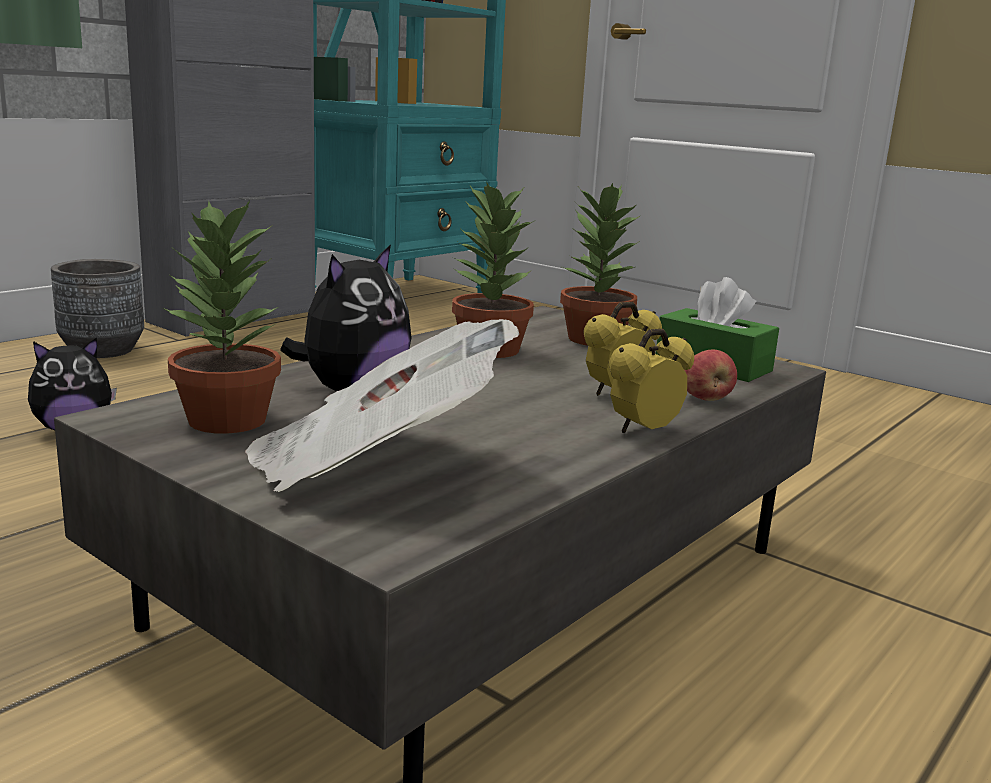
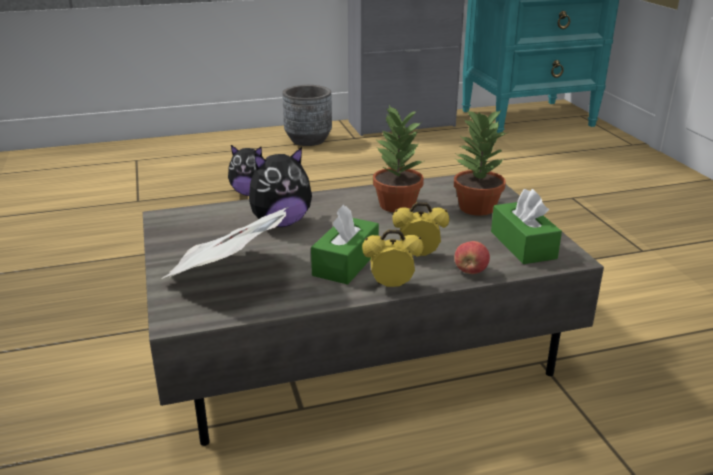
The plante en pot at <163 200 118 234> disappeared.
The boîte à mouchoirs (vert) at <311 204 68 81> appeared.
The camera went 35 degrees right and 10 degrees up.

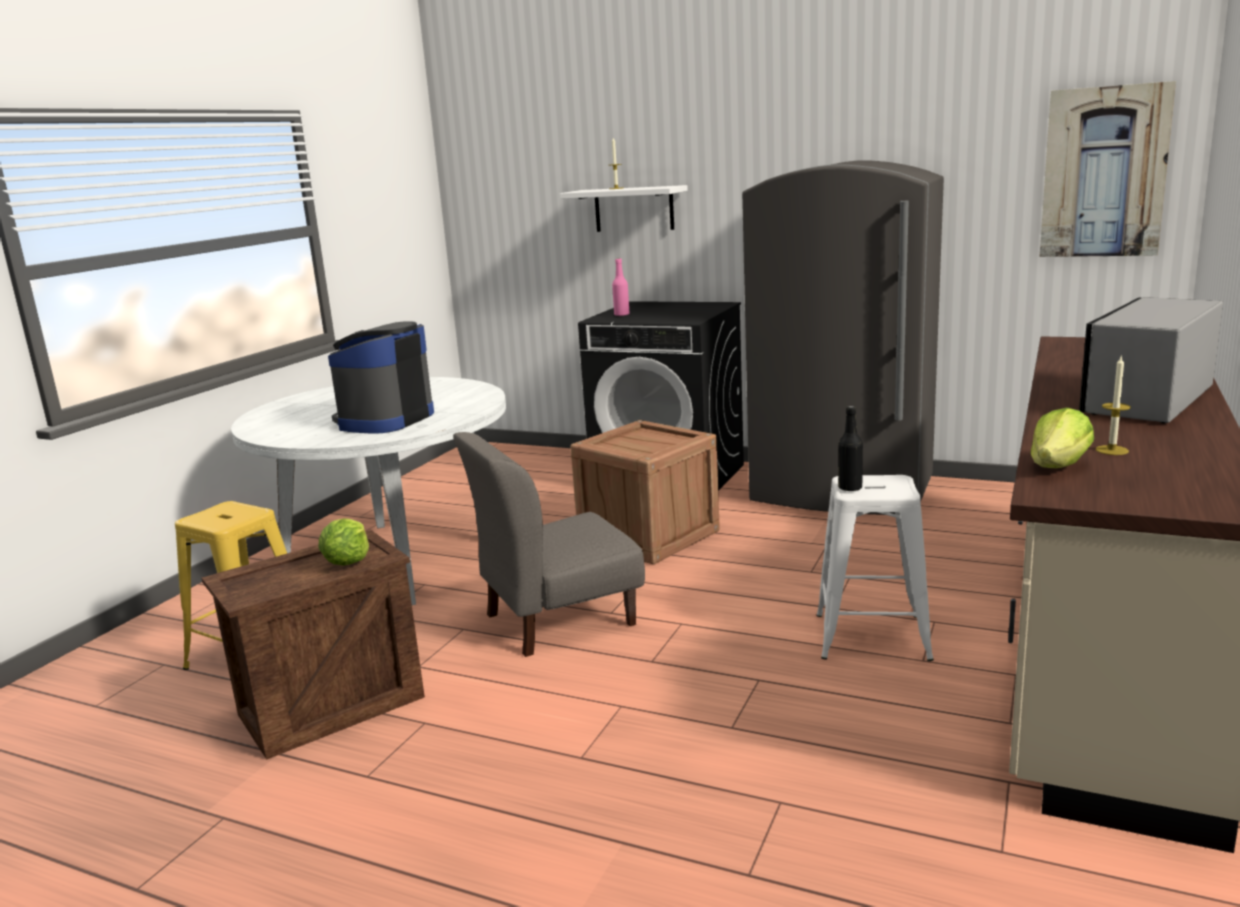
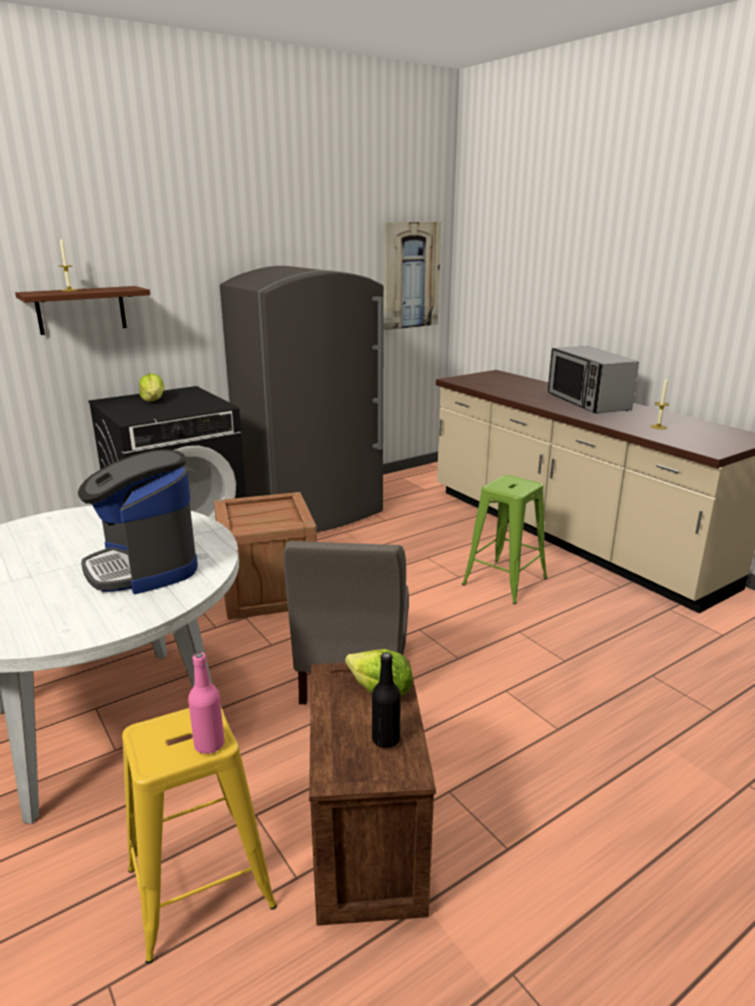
The étagère (blanc) at <560 185 128 47> became the étagère (marron) at <15 286 135 49>.
The bouteille (rose) moved from <612 258 17 58> to <188 652 36 102>.
The bouteille (noir) moved from <838 406 25 85> to <372 652 29 96>.
The laitue moved from <1031 408 63 60> to <139 373 26 29>.
The tabouret (blanc) at <816 475 118 186> became the tabouret (vert) at <462 475 85 129>.
The camera went 60 degrees left and 5 degrees up.

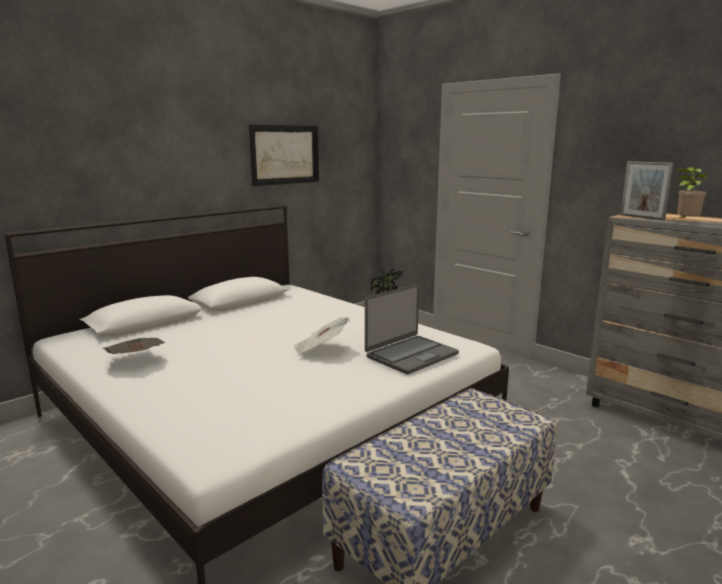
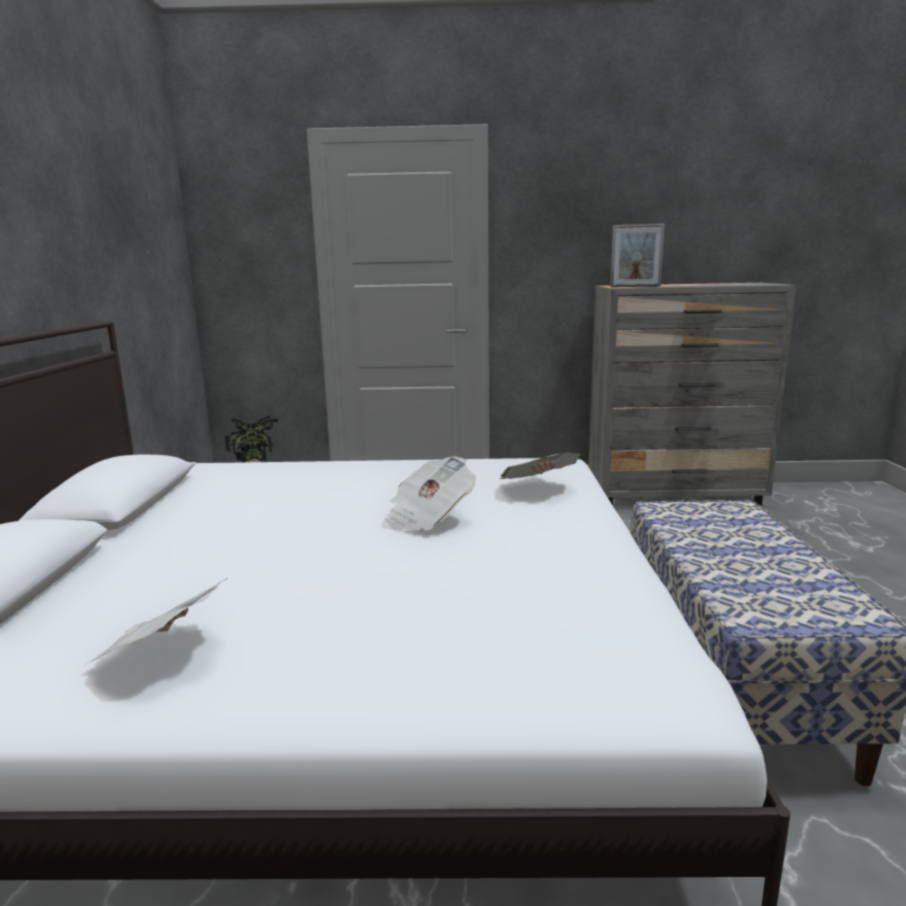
The tableau at <249 125 70 61> disappeared.
The plante en pot at <671 167 36 54> disappeared.
The ordinateur portable at <365 284 94 91> was replaced by the journal at <499 452 82 27>.
The camera went 45 degrees left and 0 degrees up.

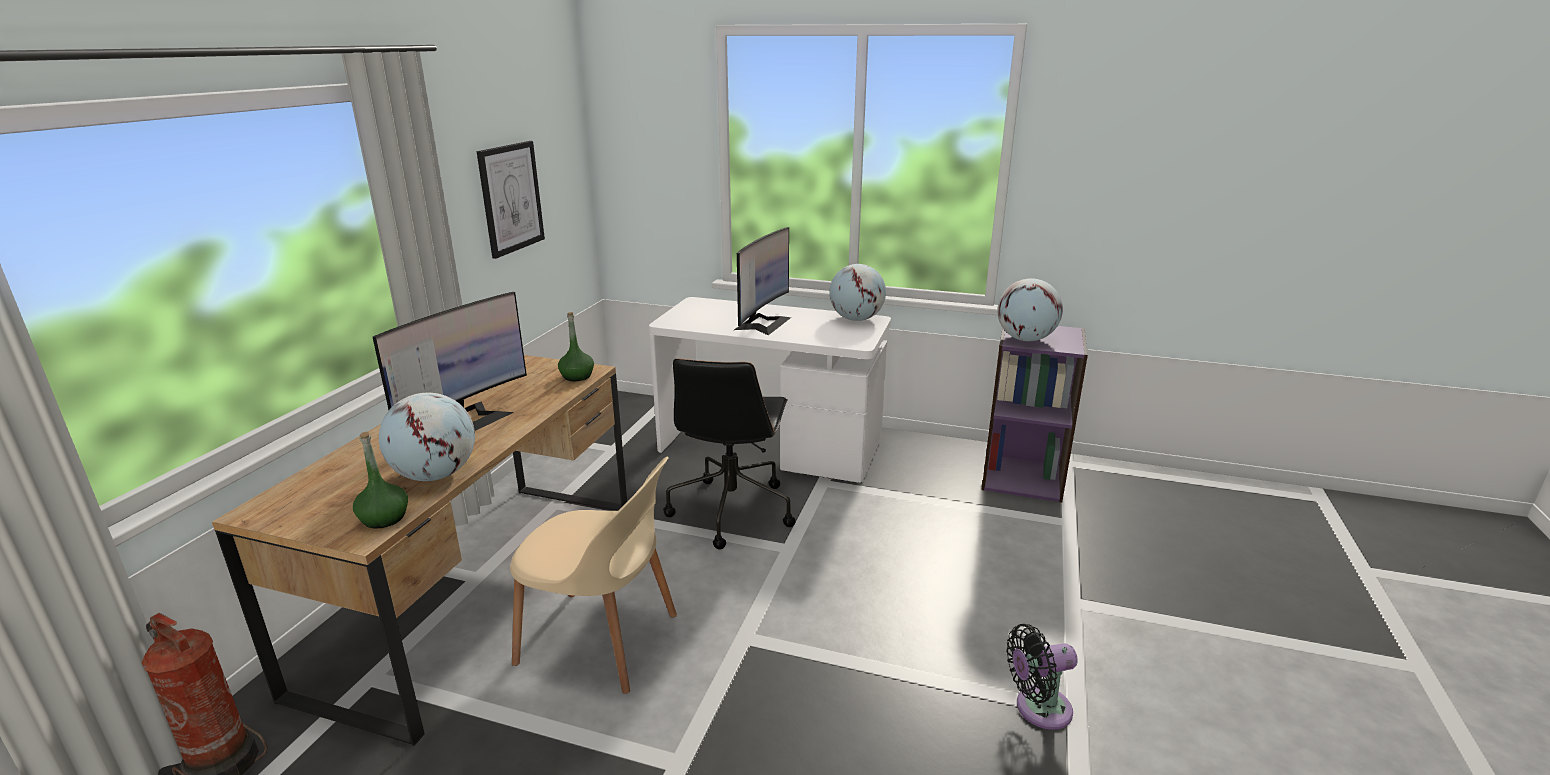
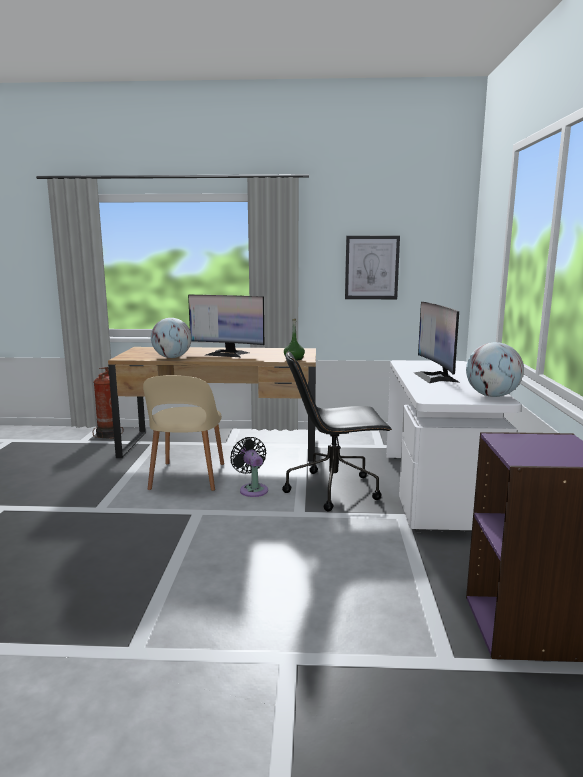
The écran d'ordinateur at <734 227 58 108> turned 75 degrees clockwise.
The globe at <997 278 66 63> disappeared.
The bouteille (vert) at <353 432 55 97> disappeared.
The ventilateur (noir) moved from <1006 624 72 106> to <230 437 38 60>.
The camera went 75 degrees right and 10 degrees down.

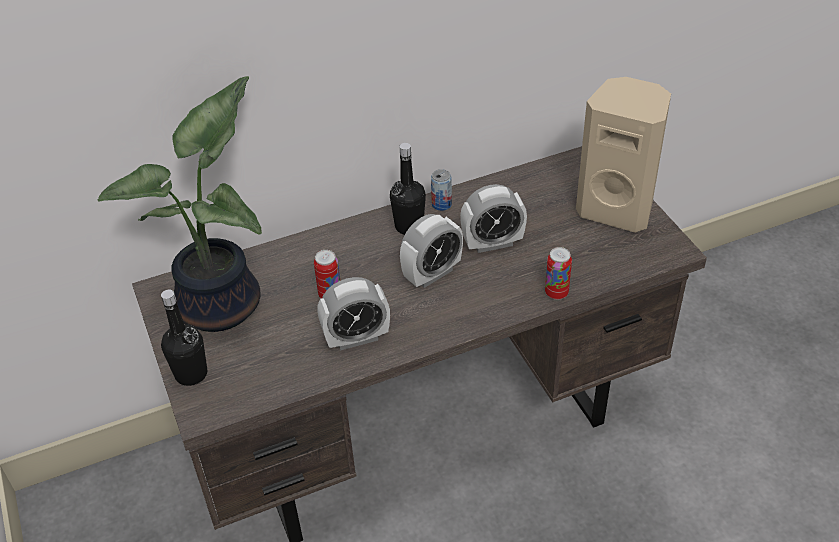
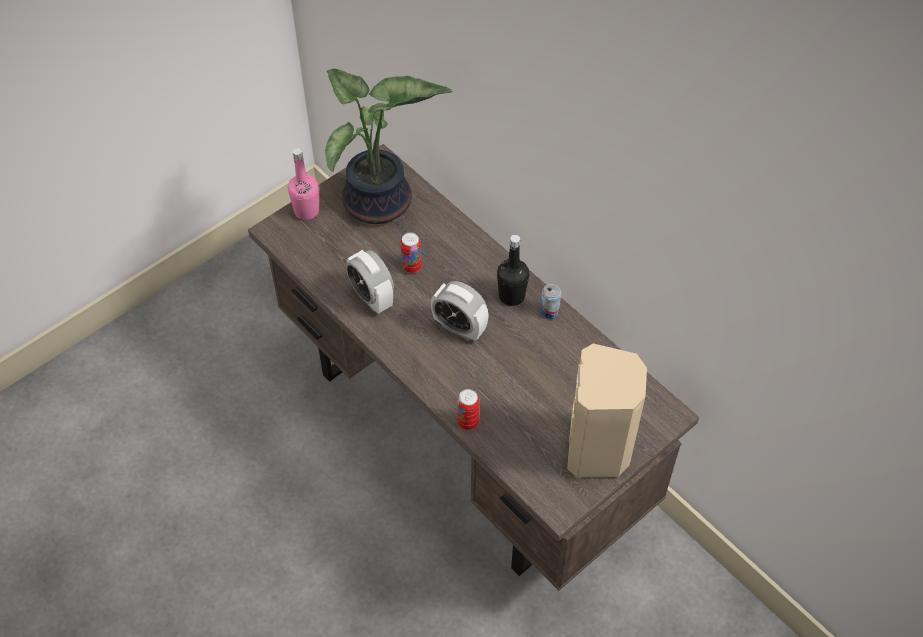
The réveil at <460 184 67 69> disappeared.
The bouteille (noir) at <161 289 46 97> became the bouteille (rose) at <288 148 31 72>.
The camera went 70 degrees right and 10 degrees up.

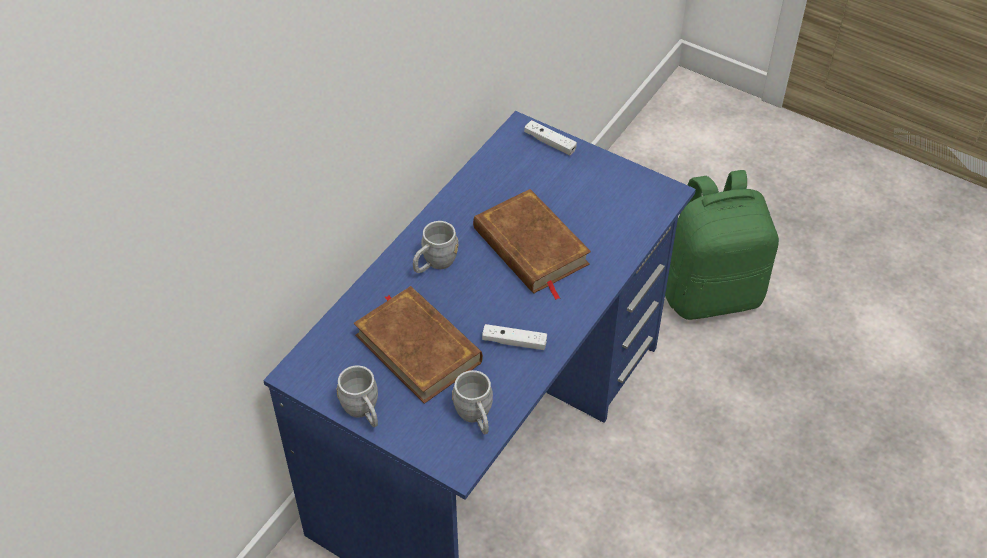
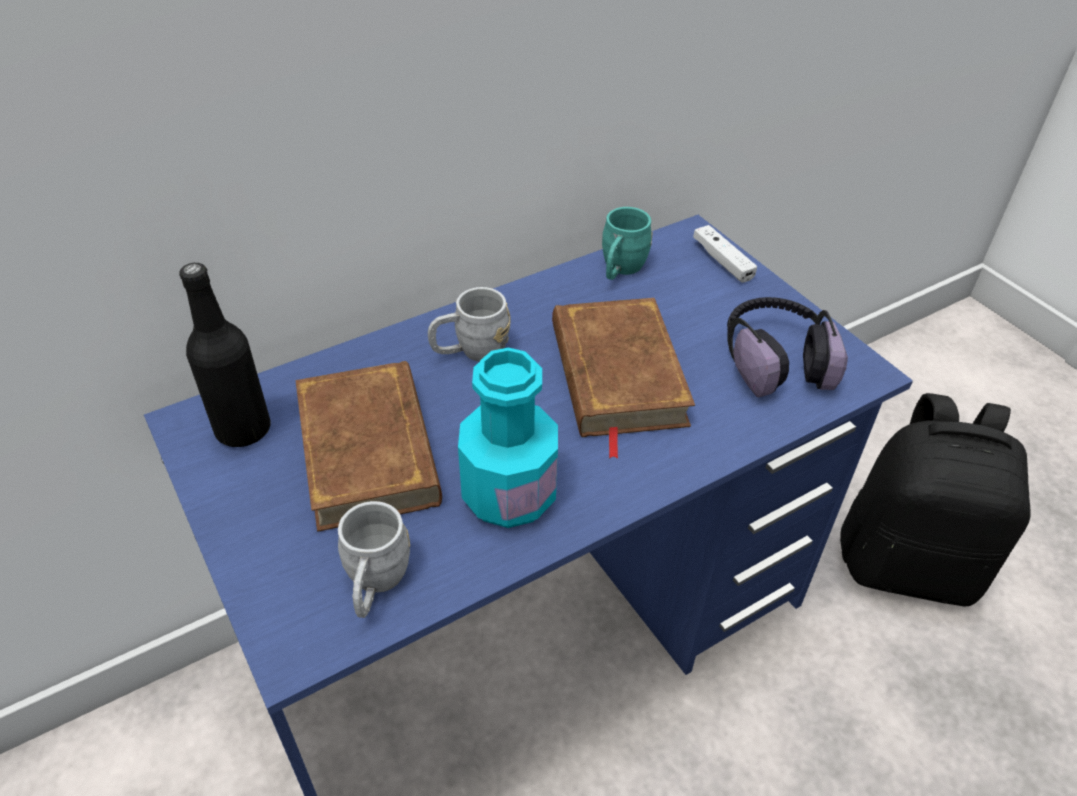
The sac à dos (vert) at <665 170 114 150> became the sac à dos (noir) at <840 393 191 213>.
The manette (blanc) at <482 324 65 26> was replaced by the bouteille (turquoise) at <458 347 100 181>.
The mug (gris) at <337 365 41 62> disappeared.
The mug (turquoise) at <602 207 50 73> appeared.
The bouteille (noir) at <179 263 92 184> appeared.
The casque audio at <727 297 121 100> appeared.
The camera went 25 degrees right and 5 degrees down.

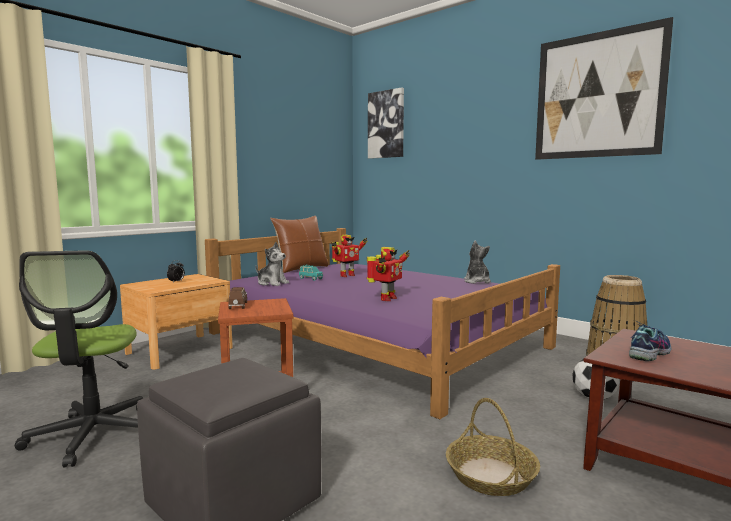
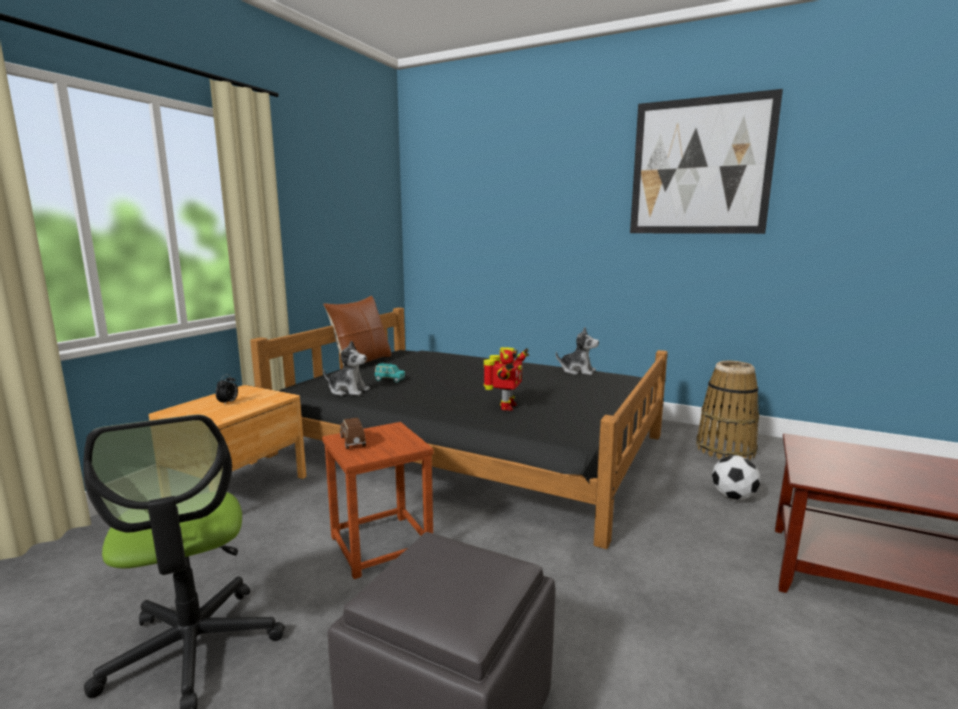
The tableau at <368 87 36 72> disappeared.
The lit (violet) at <205 228 355 191> became the lit (noir) at <250 308 418 241>.
The robot jouet at <331 235 36 42> disappeared.
The peluche at <464 241 27 43> turned 135 degrees clockwise.
The chaussure at <629 320 42 41> disappeared.
The panier at <446 398 94 98> disappeared.
The camera went 15 degrees left and 5 degrees up.

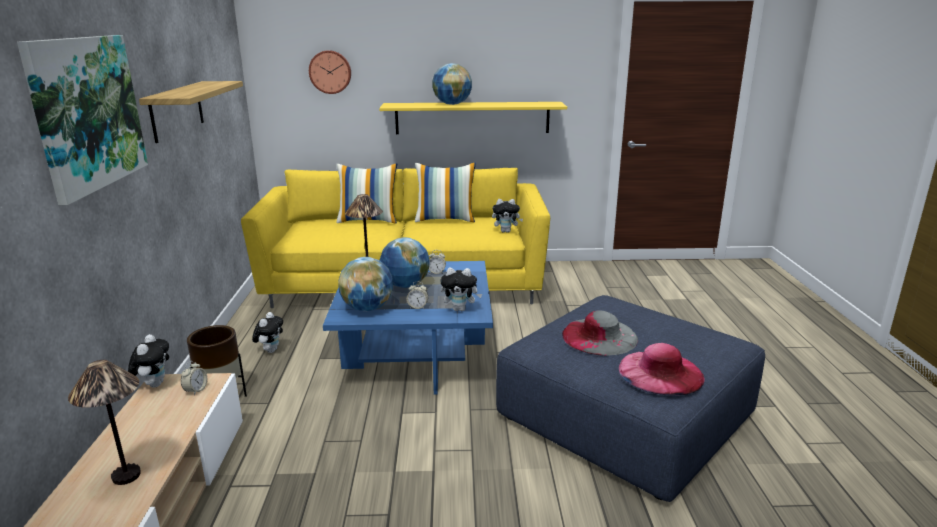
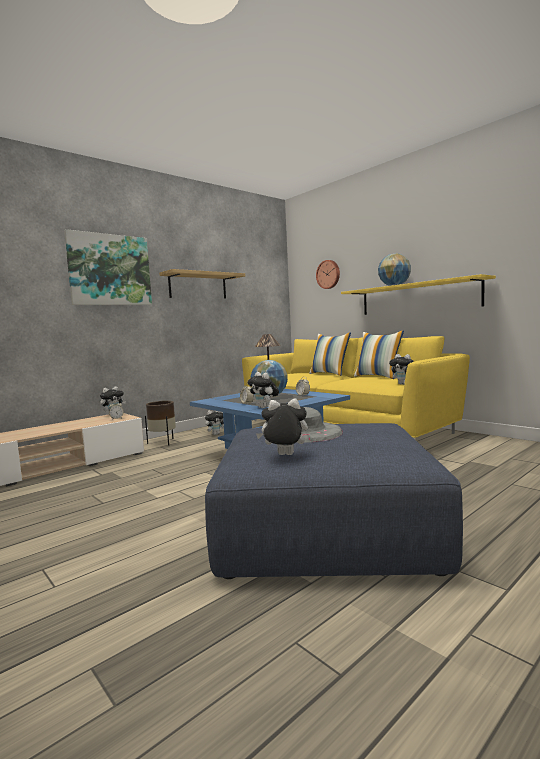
The globe at <338 257 55 54> disappeared.
The chapeau (rose) at <618 343 87 52> was replaced by the peluche at <256 398 52 57>.
The lampe de table at <68 360 73 125> disappeared.
The camera went 50 degrees right and 15 degrees down.

